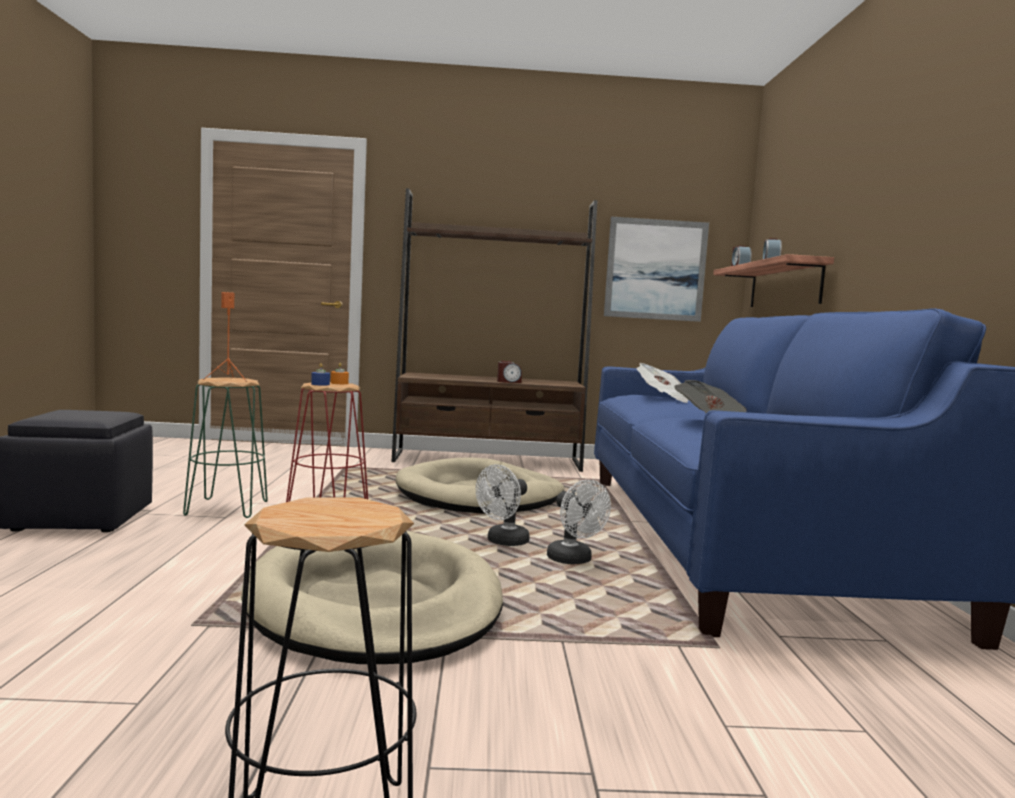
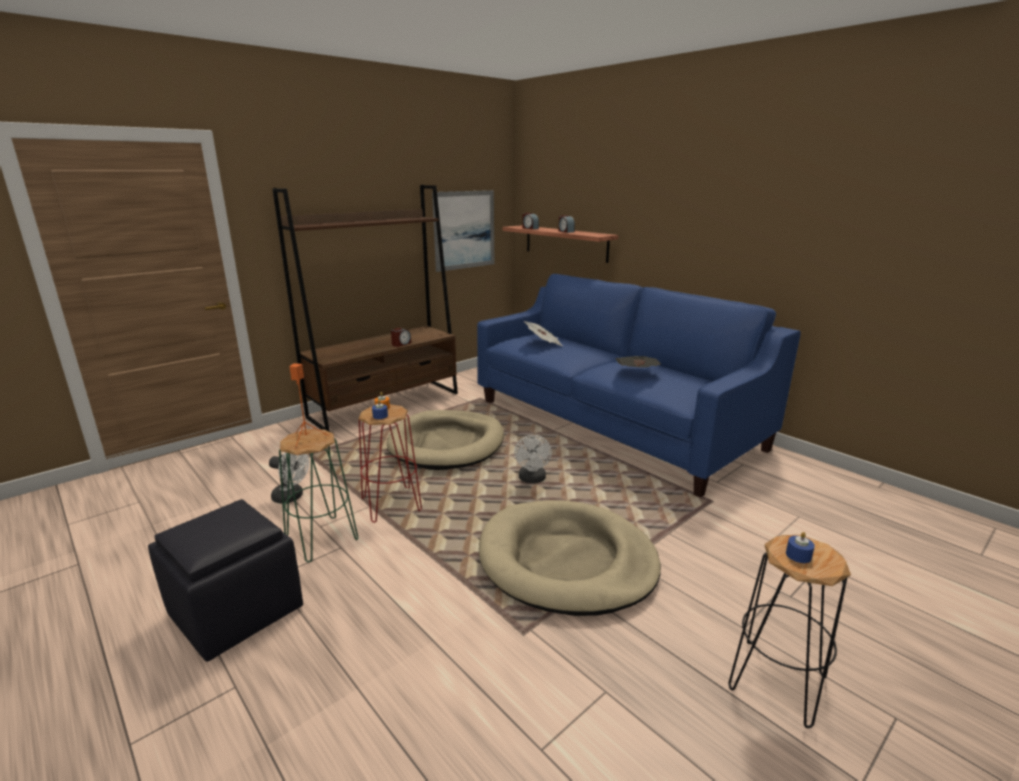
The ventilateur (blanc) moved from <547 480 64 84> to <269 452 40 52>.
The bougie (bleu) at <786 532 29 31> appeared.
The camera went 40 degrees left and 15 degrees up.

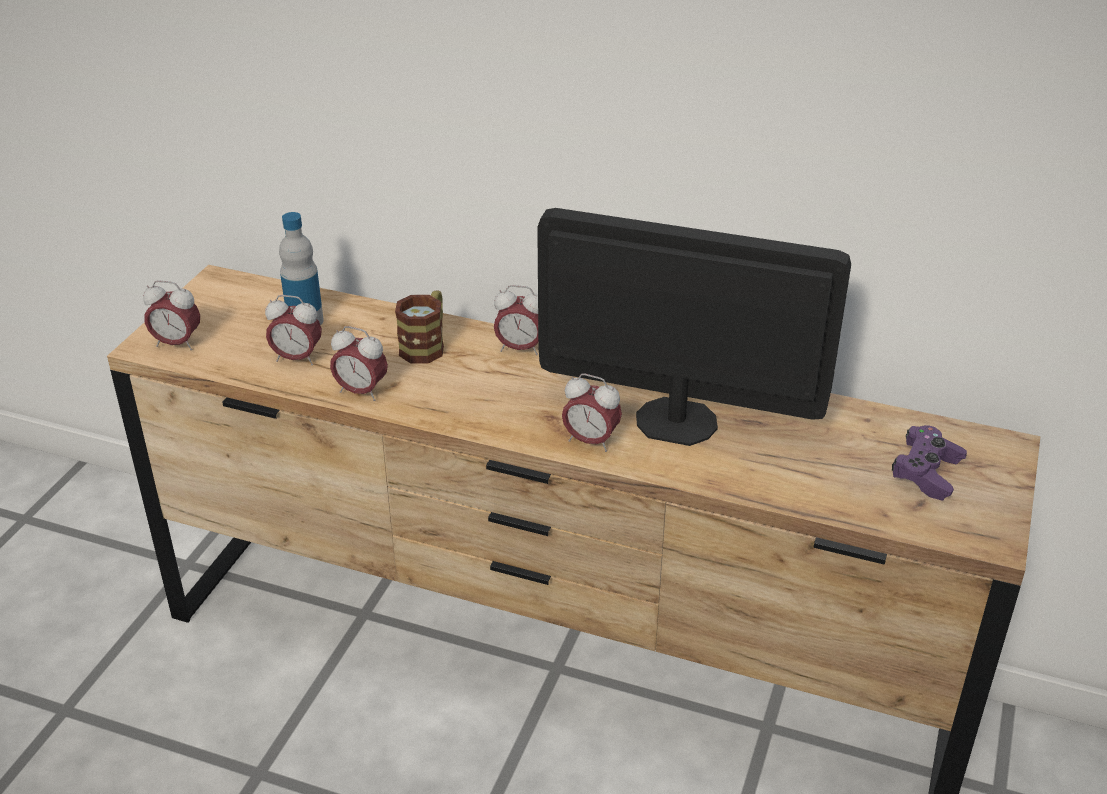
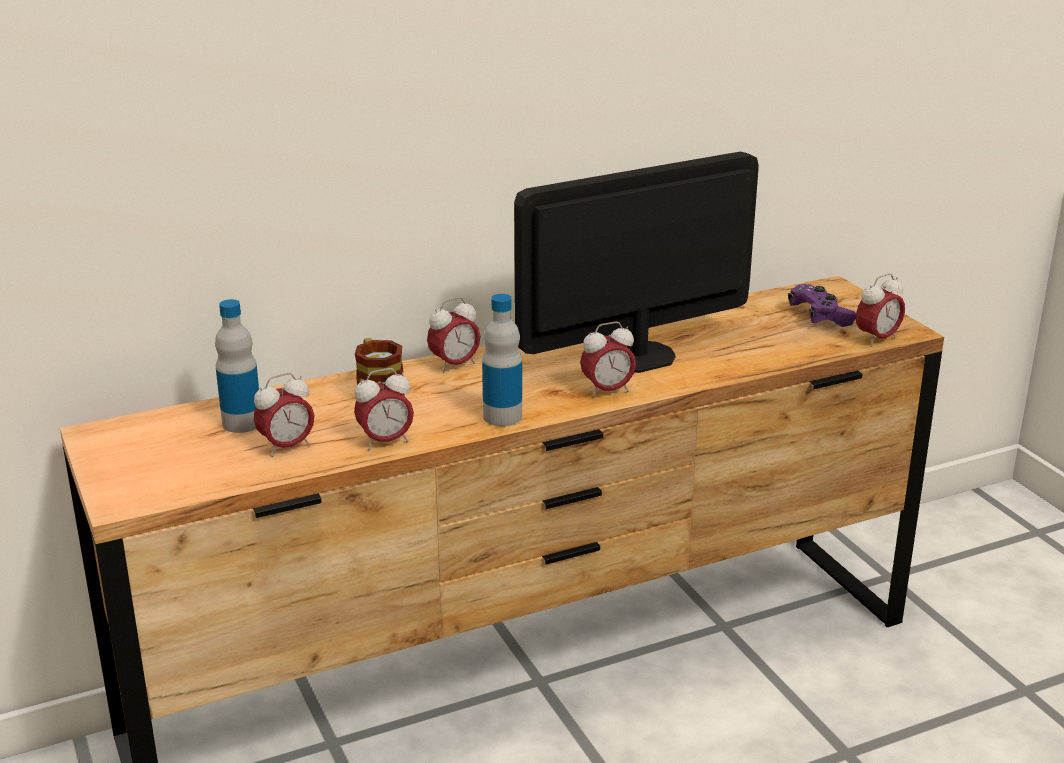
The réveil moved from <143 280 57 70> to <856 273 49 74>.
The bouteille at <482 294 40 132> appeared.
The camera went 45 degrees left and 10 degrees down.

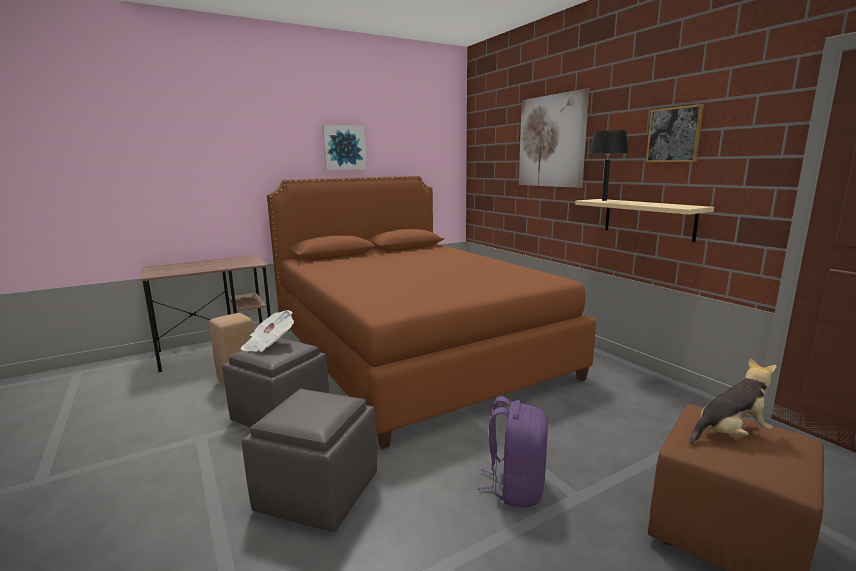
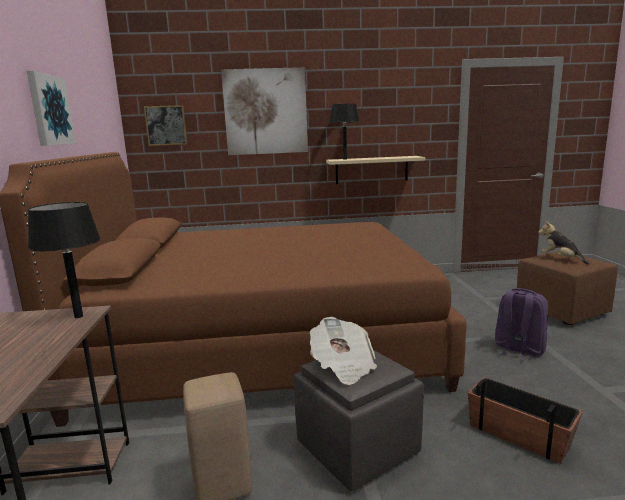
The tableau moved from <646 104 58 58> to <144 105 43 41>.
The peluche at <689 357 88 87> turned 45 degrees counterclockwise.
The pouf (gris) at <242 389 135 143> was replaced by the cache-pot at <468 377 115 87>.
The lampe de table (noir) at <28 202 73 116> appeared.
The camera went 65 degrees left and 0 degrees up.

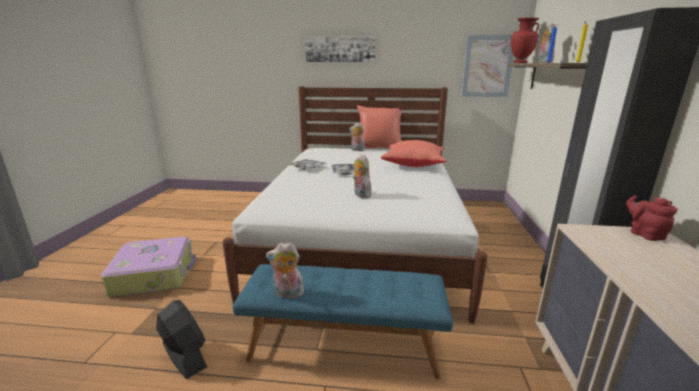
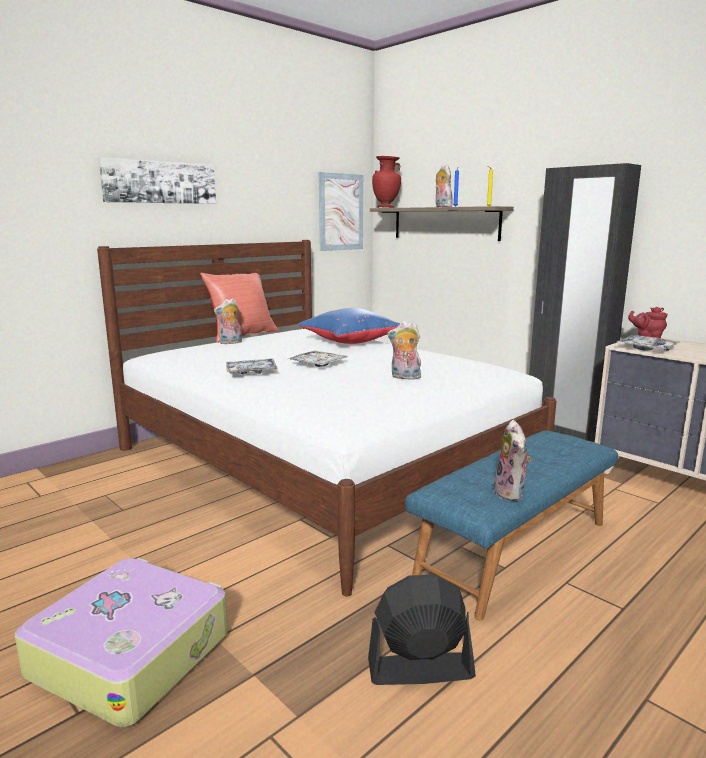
The coussin (rouge) at <381 140 66 27> became the coussin (bleu) at <297 308 103 36>.
The peluche at <266 242 38 56> turned 45 degrees counterclockwise.
The plateau at <617 335 63 16> appeared.
The camera went 50 degrees left and 5 degrees down.

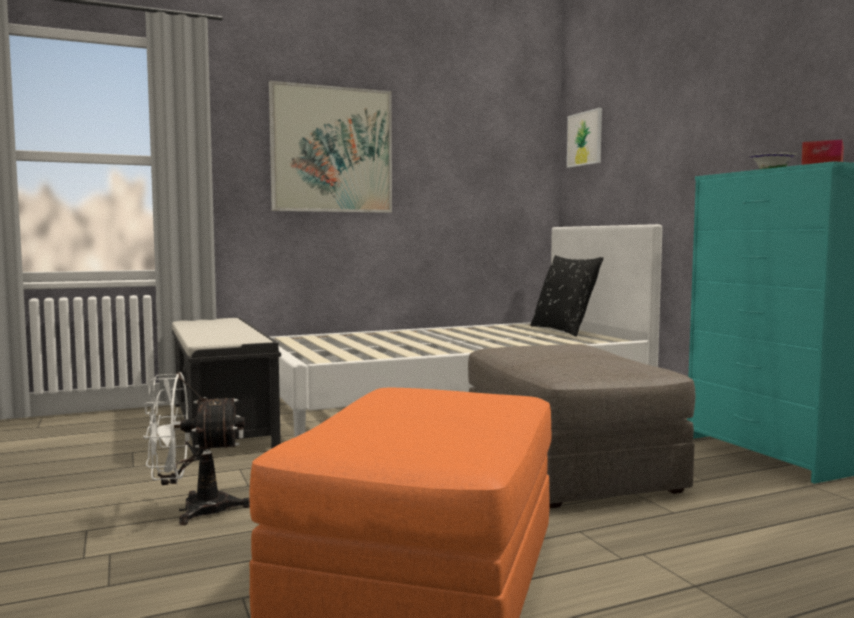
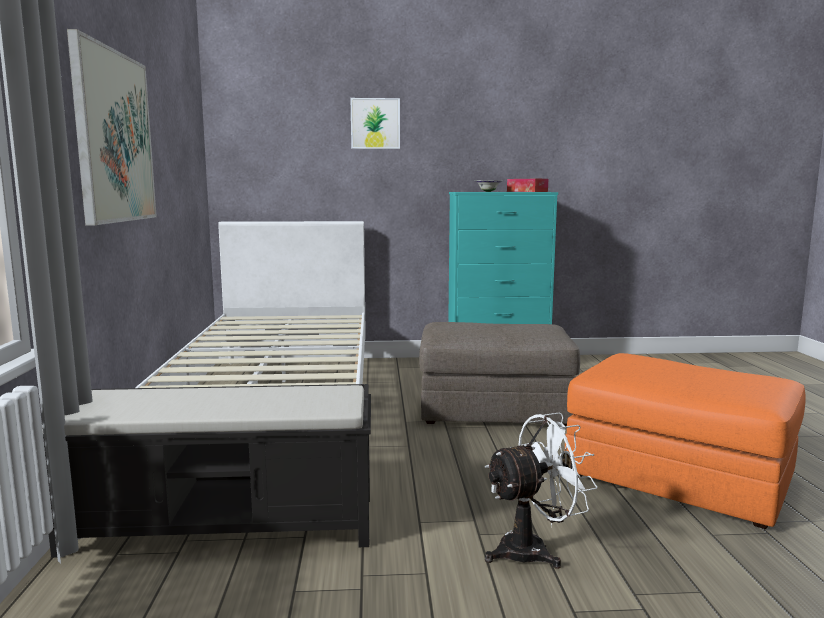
The tableau moved from <567 108 35 60> to <350 98 50 51>.
The coussin (noir) at <530 255 73 82> disappeared.
The ventilateur (blanc) at <143 372 107 153> turned 120 degrees counterclockwise.
The camera went 70 degrees left and 5 degrees up.

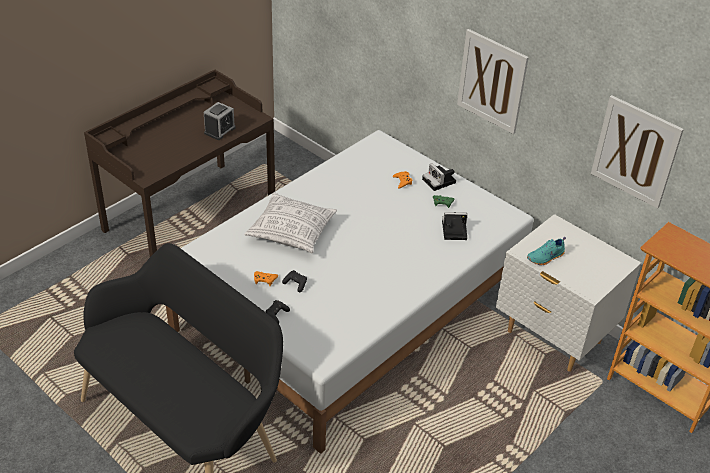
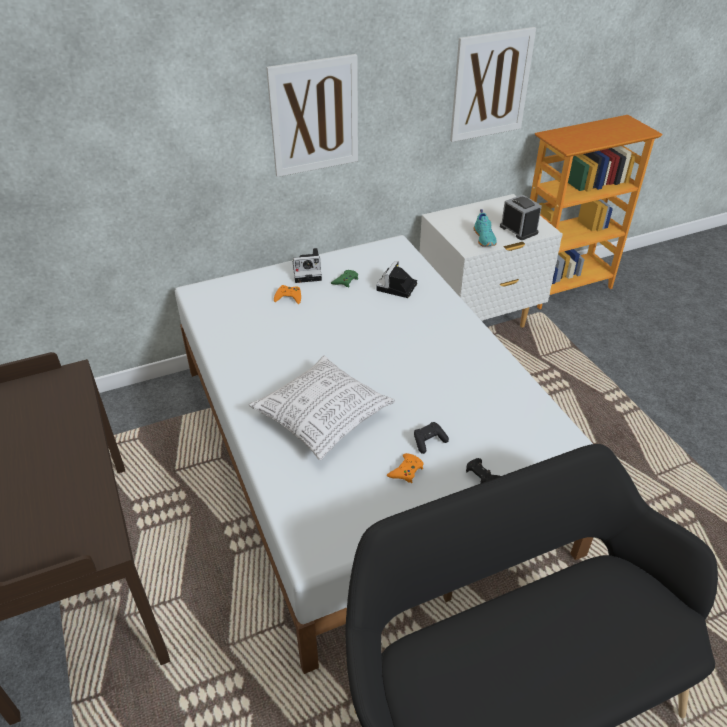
The réveil moved from <204 102 32 38> to <500 195 42 45>.
The camera went 65 degrees left and 0 degrees up.

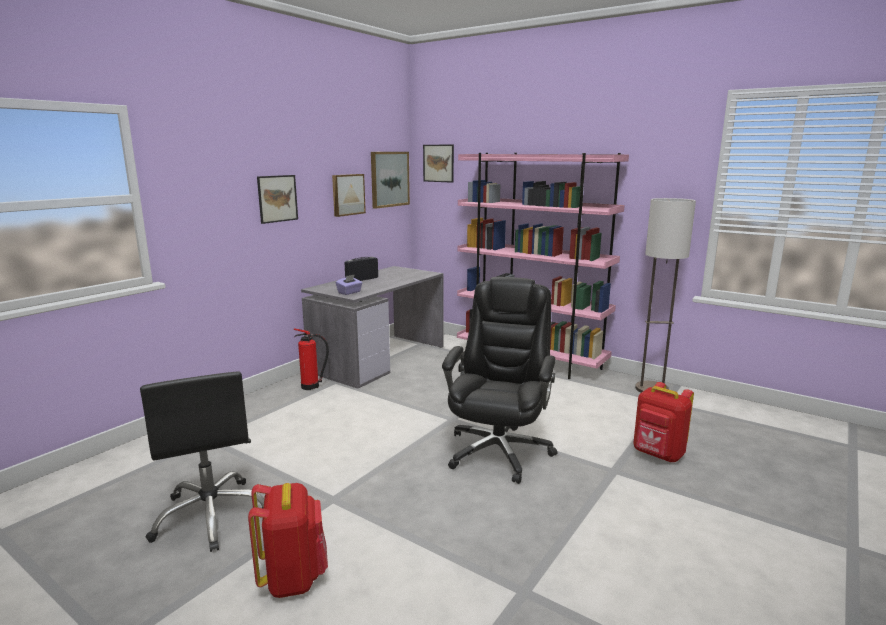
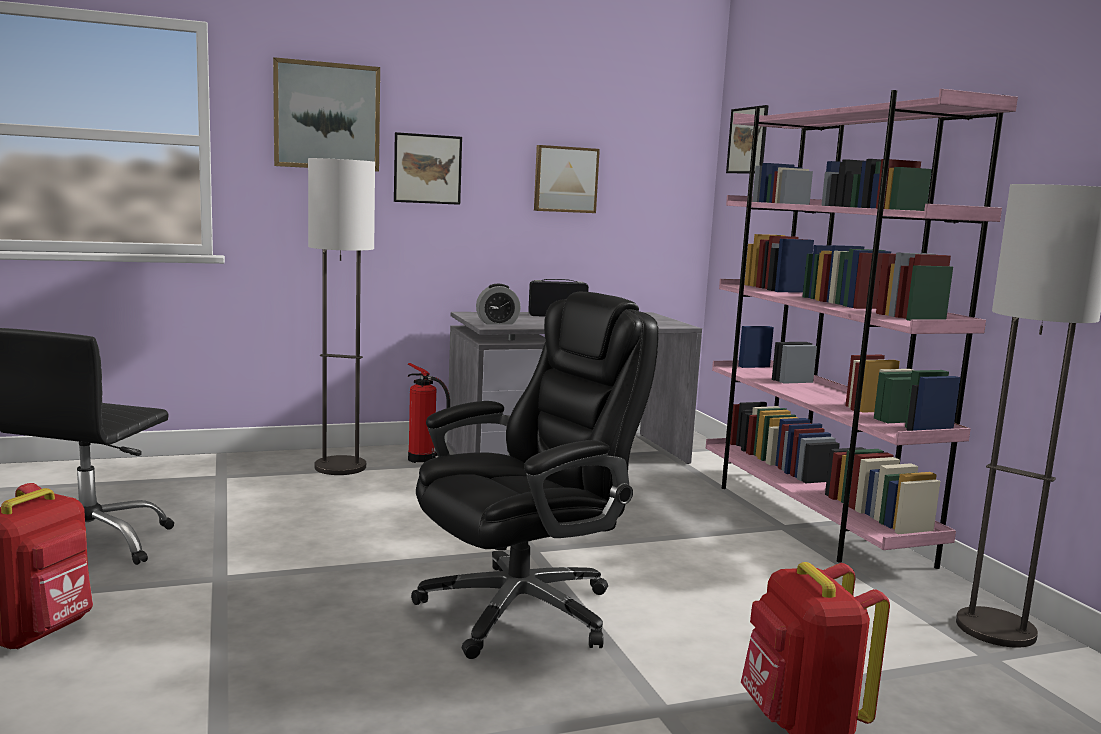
The tableau moved from <371 152 39 57> to <273 57 107 115>.
The boîte à mouchoirs (violet) at <336 274 27 21> was replaced by the réveil at <476 284 45 41>.
The lampadaire at <308 158 67 317> appeared.
The camera went 35 degrees right and 5 degrees down.

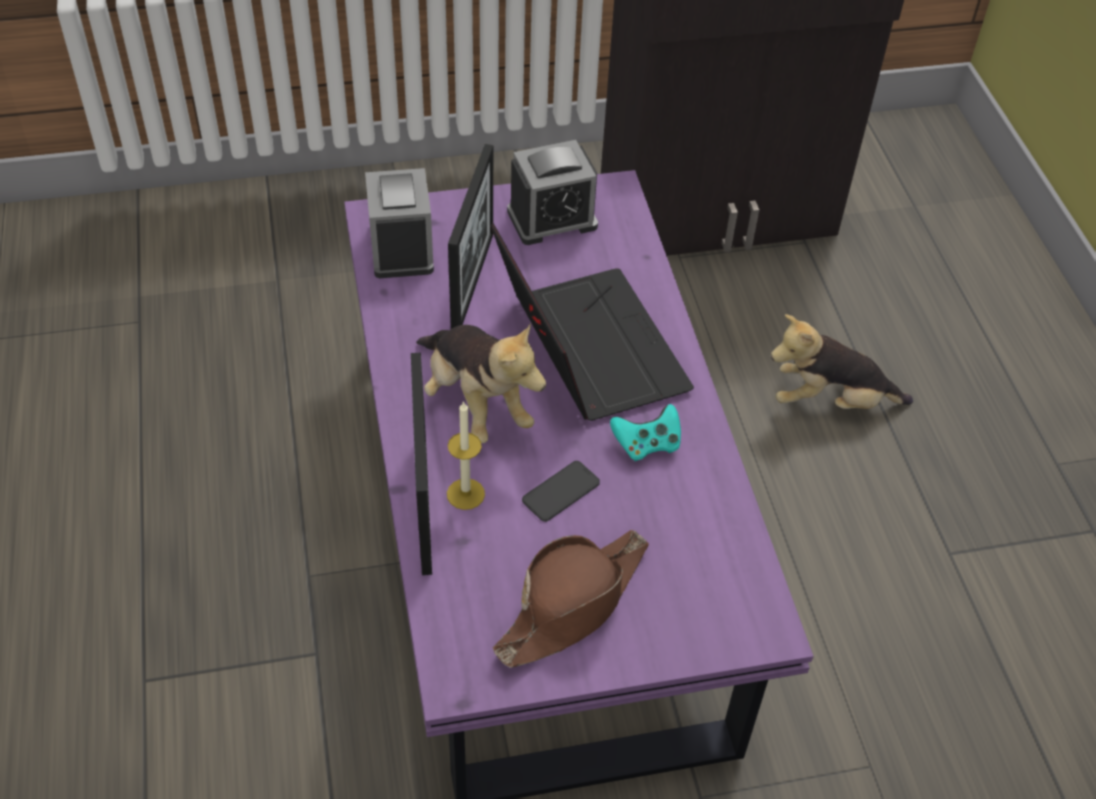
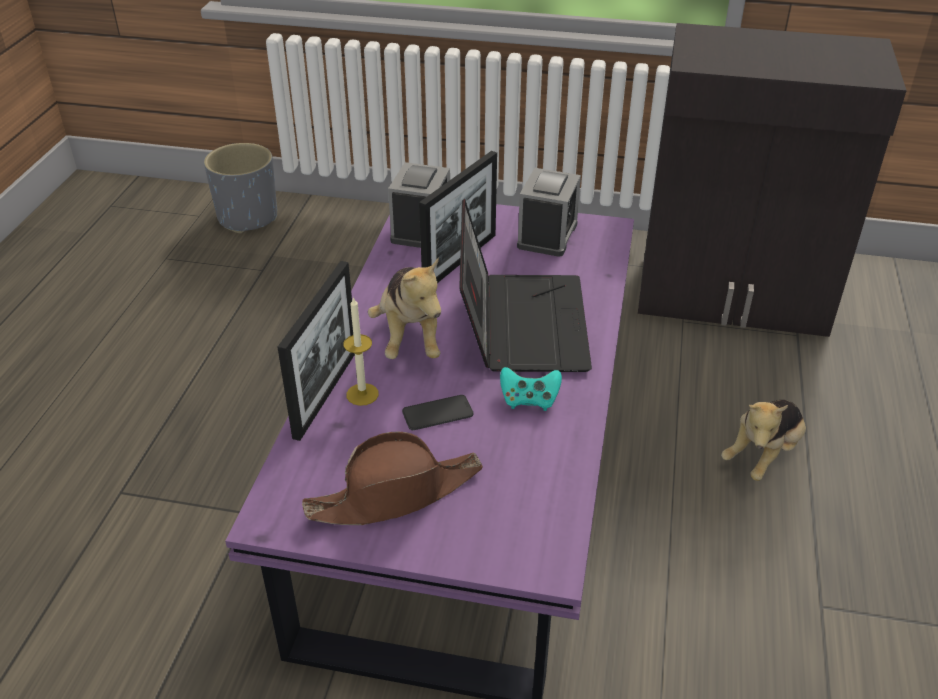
The réveil at <507 140 91 105> turned 75 degrees counterclockwise.
The peluche at <771 314 142 95> turned 75 degrees counterclockwise.
The cache-pot (gris) at <204 143 73 90> appeared.
The camera went 25 degrees right and 10 degrees down.

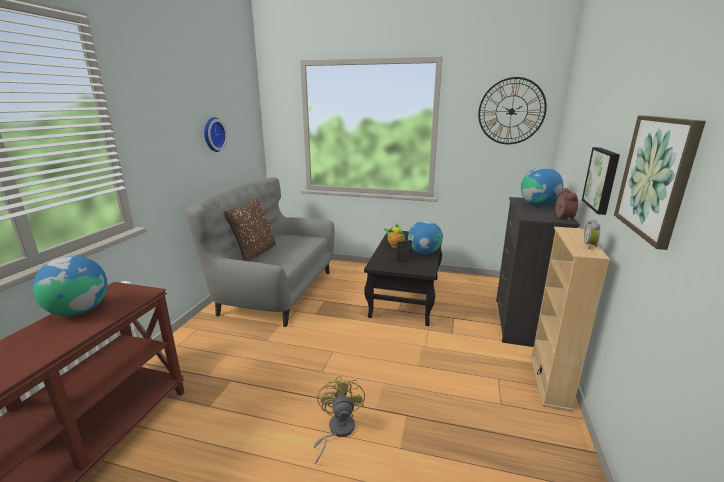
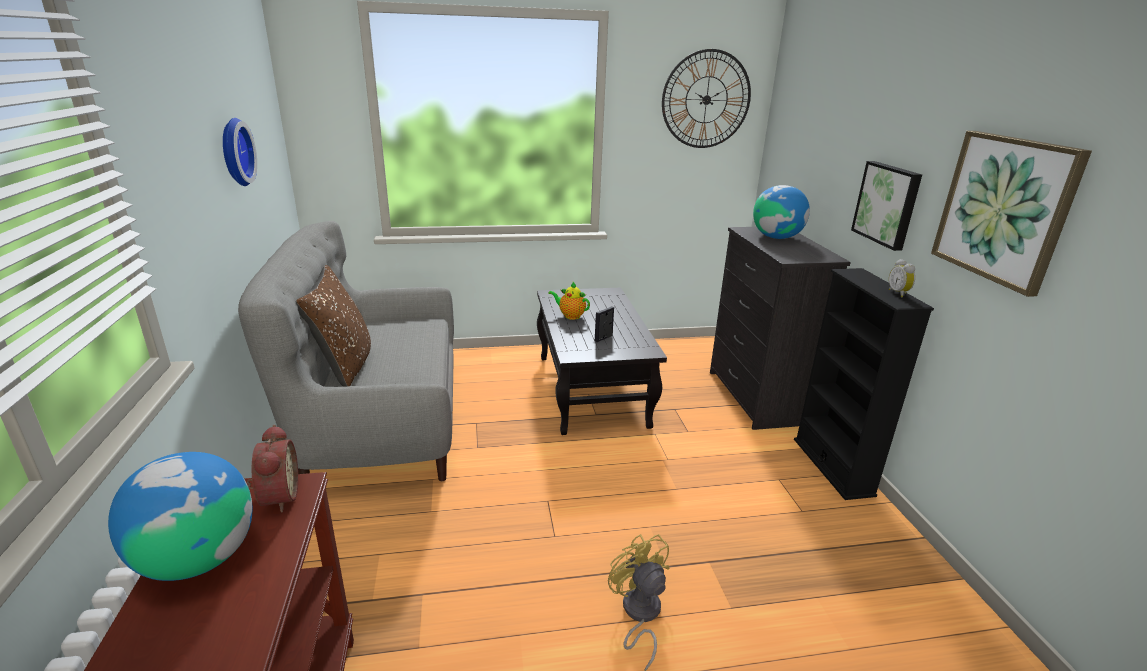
The réveil moved from <555 188 23 33> to <247 425 51 88>.
The globe at <408 221 35 33> disappeared.
The bibliothèque (beige) at <530 227 81 185> became the bibliothèque (noir) at <794 268 140 232>.
The camera went 25 degrees left and 5 degrees up.

